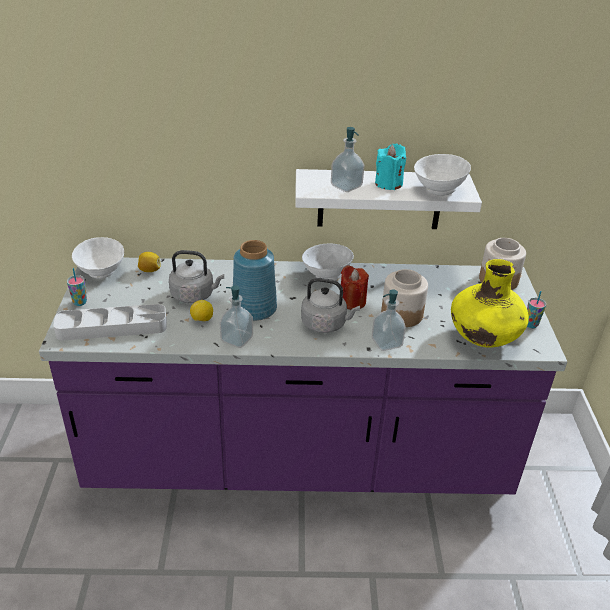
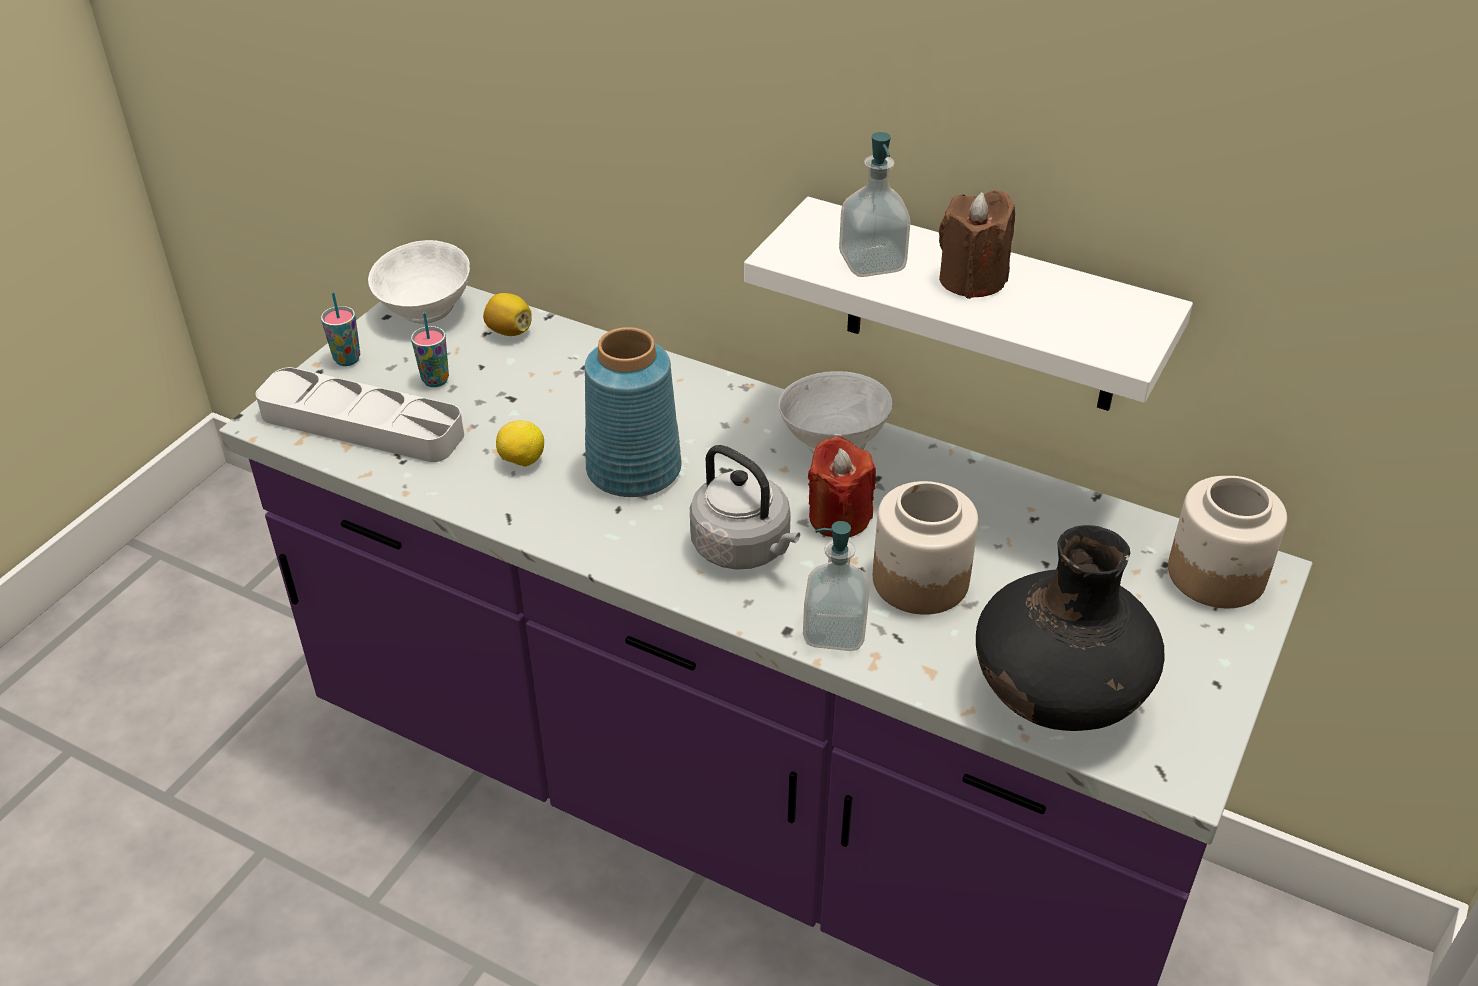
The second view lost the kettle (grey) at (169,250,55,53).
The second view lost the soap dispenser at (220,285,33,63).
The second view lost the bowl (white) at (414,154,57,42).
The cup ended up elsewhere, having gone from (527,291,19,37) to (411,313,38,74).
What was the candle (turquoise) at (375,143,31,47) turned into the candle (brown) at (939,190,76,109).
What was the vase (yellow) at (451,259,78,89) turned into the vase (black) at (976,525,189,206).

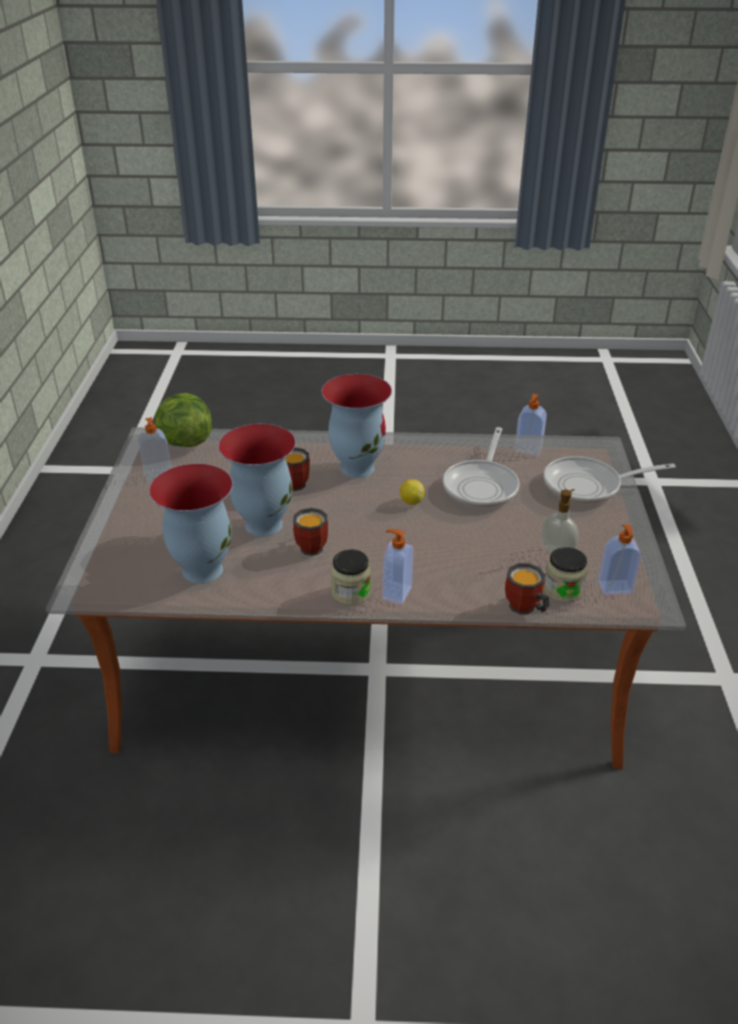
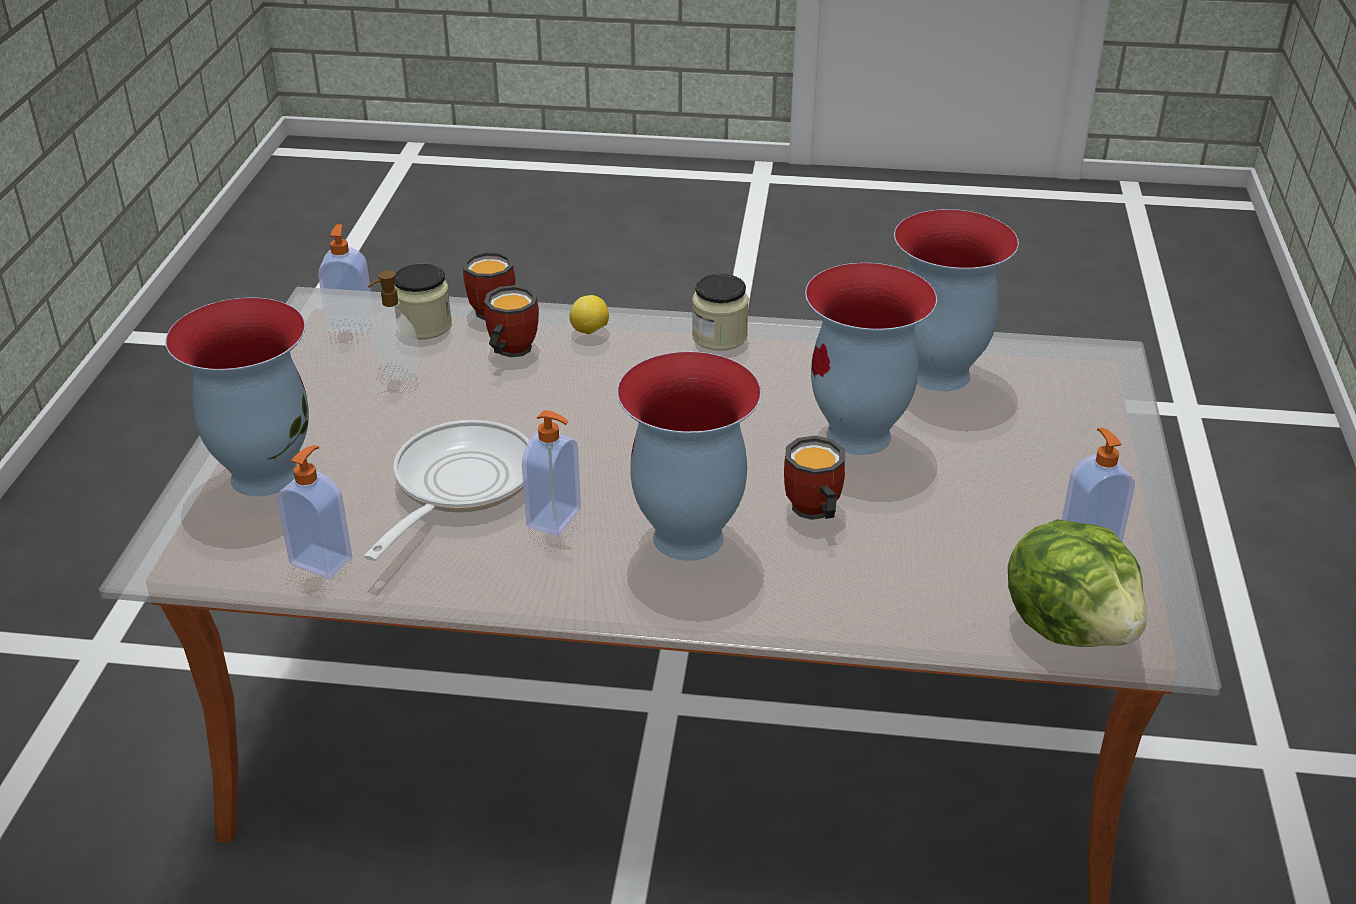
The mug ended up elsewhere, having gone from (293,508,35,48) to (484,285,55,73).
The soap dispenser ended up elsewhere, having gone from (383,529,30,75) to (522,410,59,126).
The lemon ended up elsewhere, having gone from (400,479,25,26) to (569,295,40,39).
Where the frying pan stood at (544,456,132,48), the vase came to stand at (165,297,144,199).

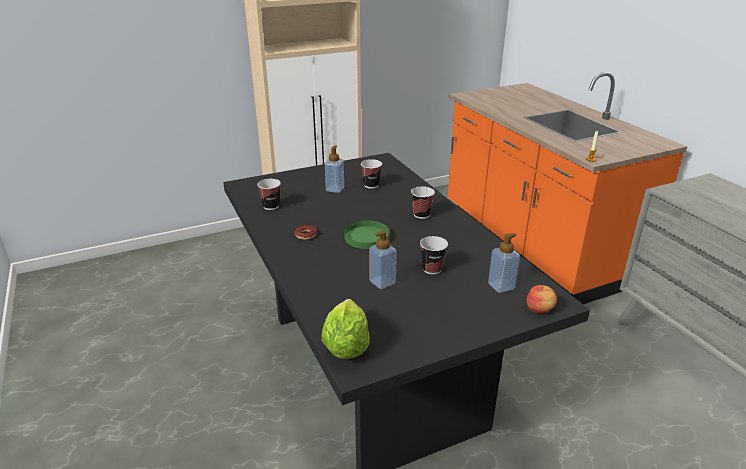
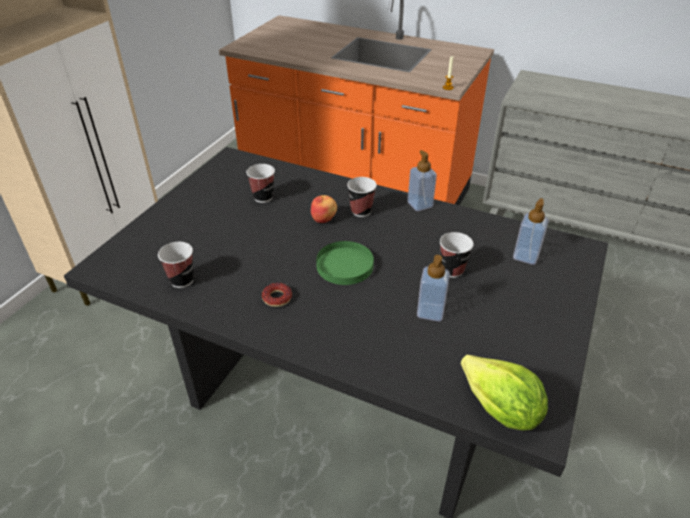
The soap dispenser ended up elsewhere, having gone from (325,146,19,47) to (408,150,29,61).
The apple ended up elsewhere, having gone from (527,285,30,29) to (311,195,26,28).

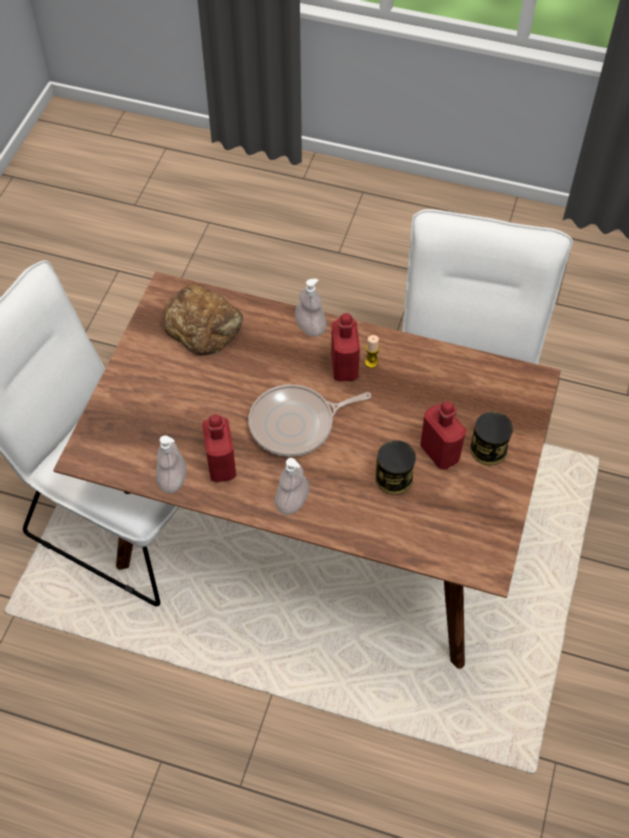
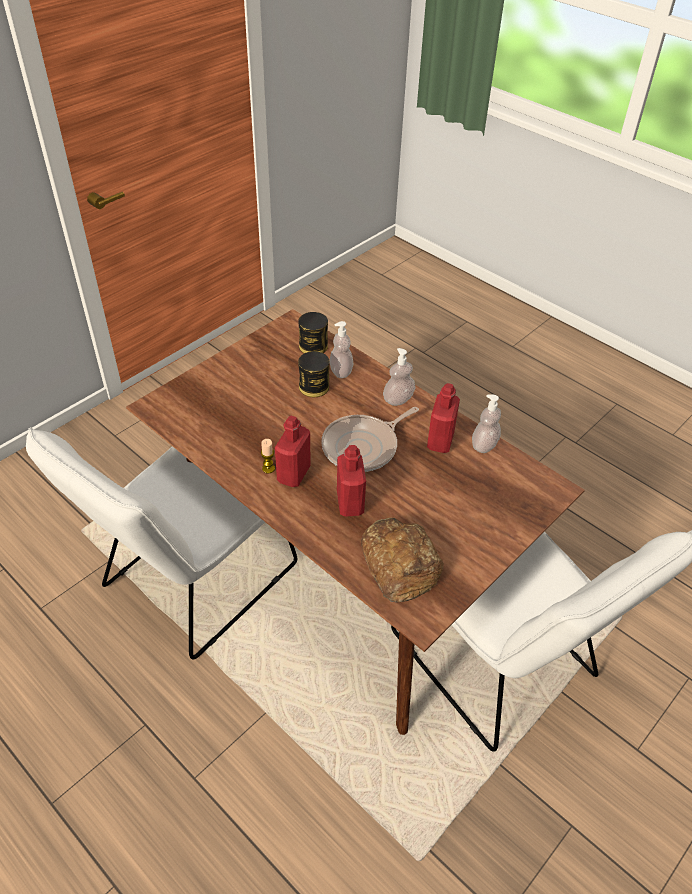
The soap dispenser ended up elsewhere, having gone from (295,279,32,58) to (329,321,24,57).
The bottle (red) ended up elsewhere, having gone from (420,401,46,68) to (337,445,29,72).
The can ended up elsewhere, having gone from (470,412,43,53) to (298,312,30,41).
The frying pan at (249,384,122,73) ended up facing another way, 135 degrees clockwise from before.

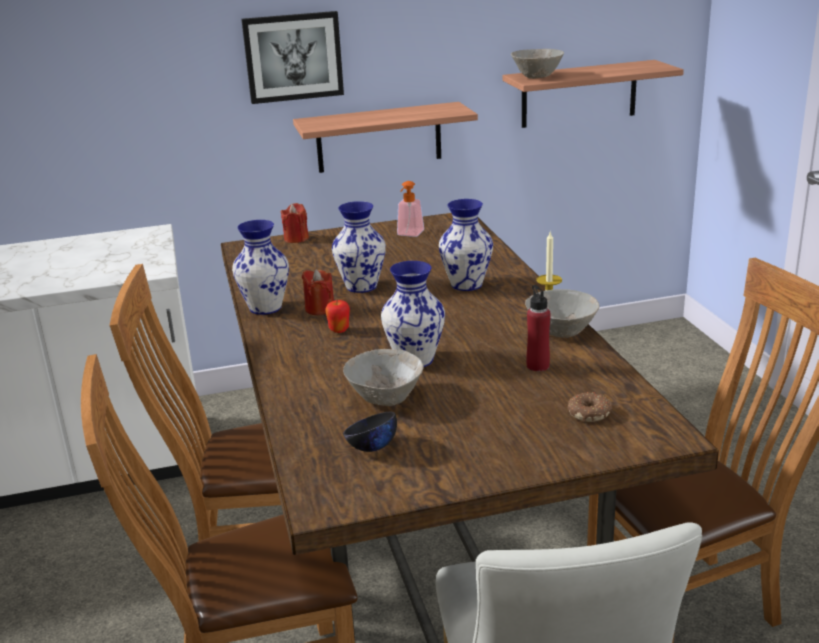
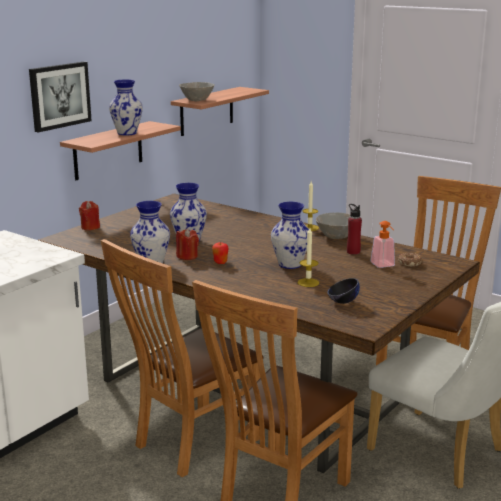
The soap dispenser ended up elsewhere, having gone from (397,181,27,56) to (370,221,25,47).
The vase ended up elsewhere, having gone from (439,199,54,92) to (109,79,34,56).
Where the bowl (grey) stood at (343,349,81,57), the candle came to stand at (298,228,21,59).

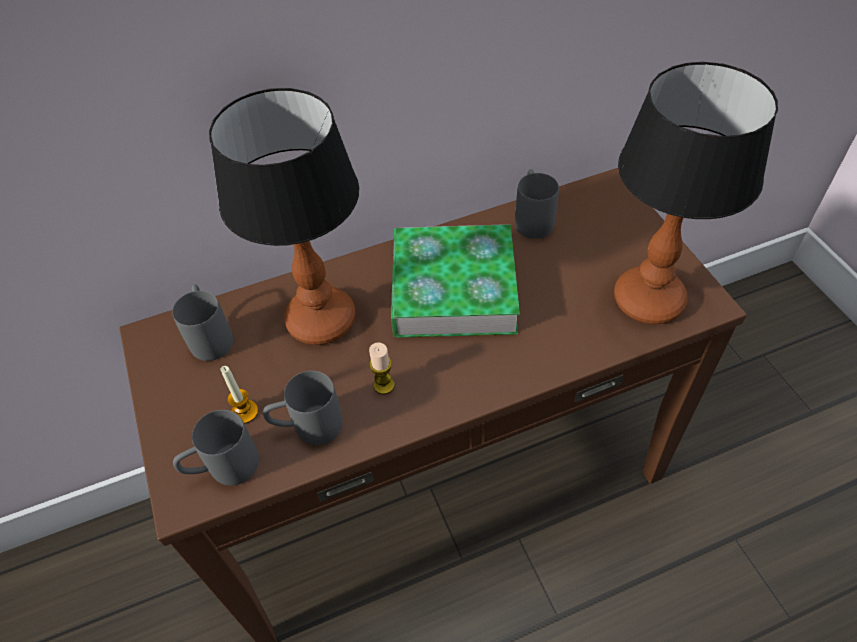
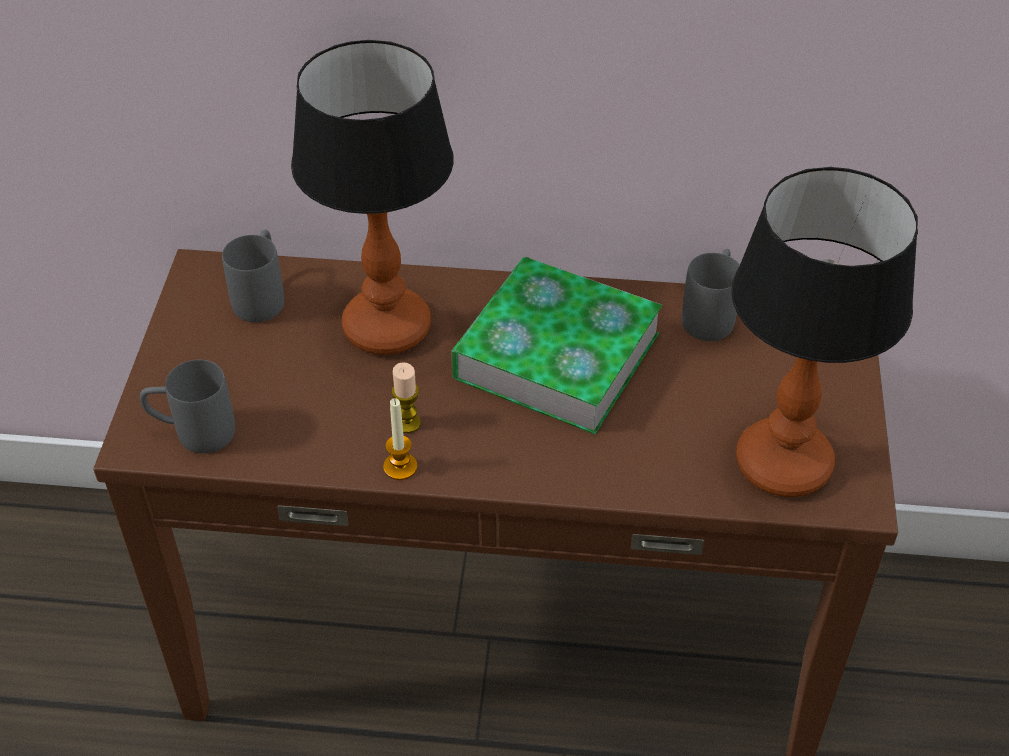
The second view lost the mug (grey) at (263,371,80,74).
The candle ended up elsewhere, having gone from (221,366,37,58) to (383,398,34,82).

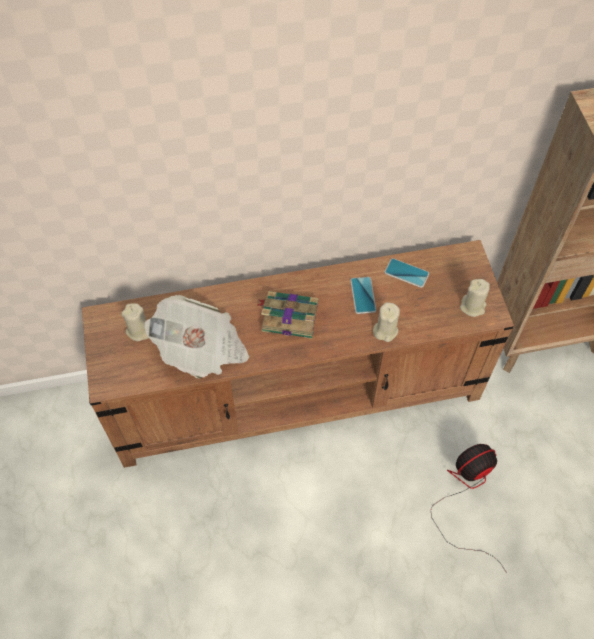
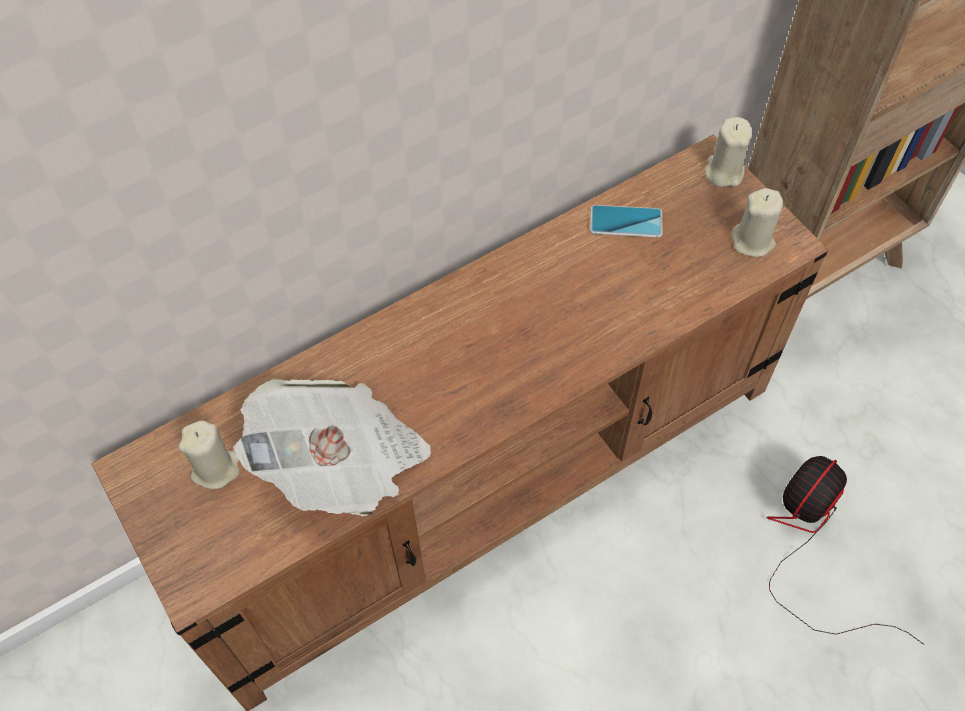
The second view lost the book at (257,291,62,48).
The second view lost the phone at (350,277,26,37).
The candle (beige) ended up elsewhere, having gone from (373,302,27,40) to (705,117,47,70).

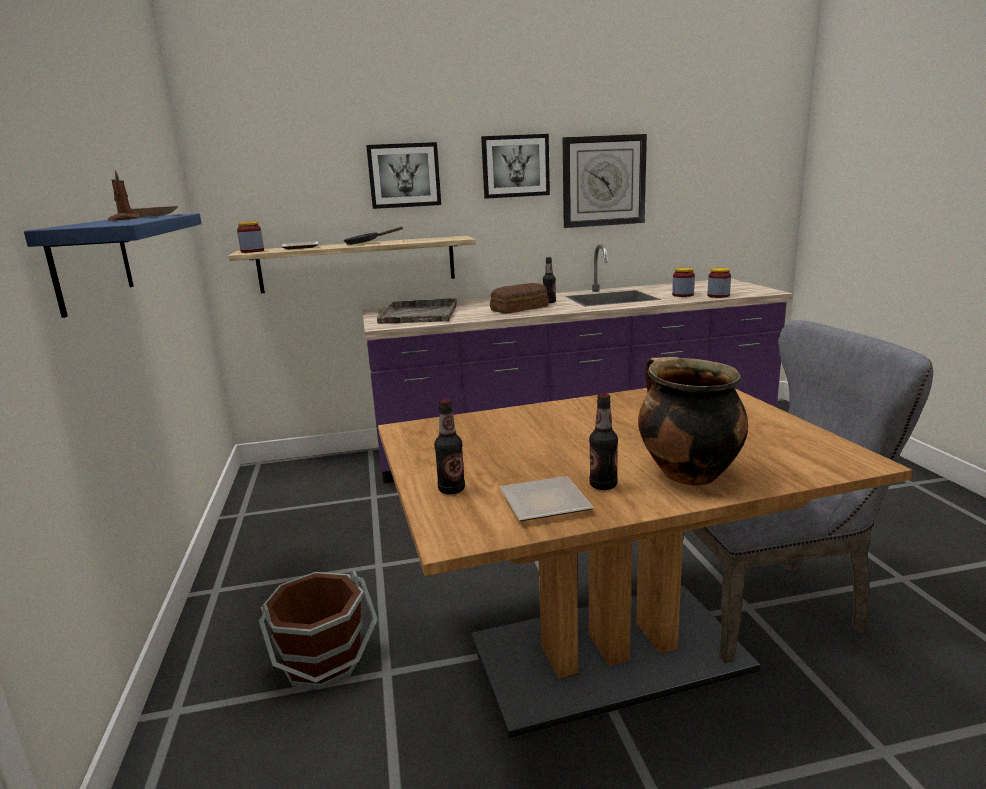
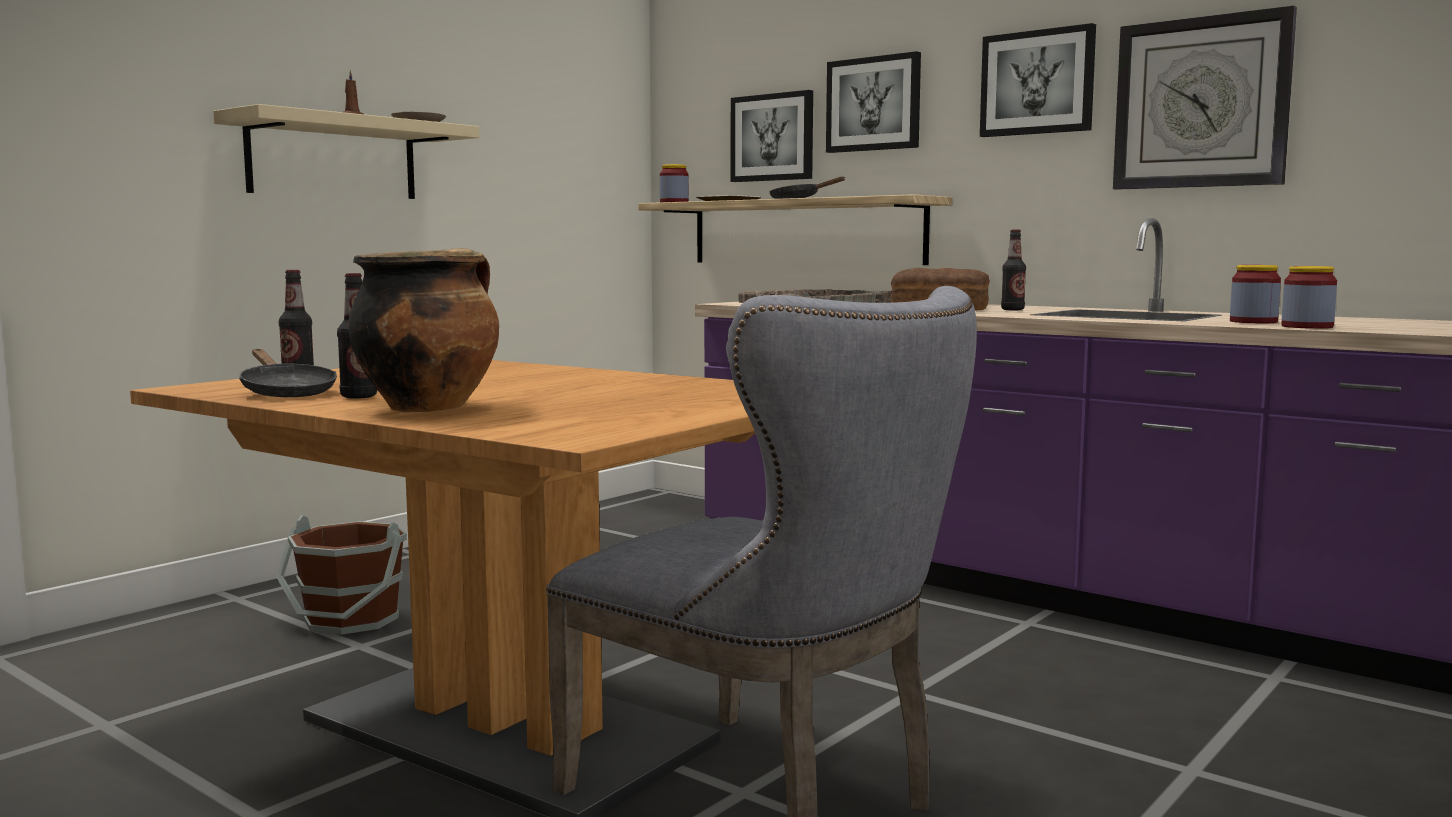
The second view gained the picture at (731,90,82,92).
Where the plate stood at (500,476,94,45), the frying pan (black) came to stand at (239,349,98,48).
What was the shelf (blue) at (24,213,178,105) turned into the shelf (beige) at (213,104,266,95).

